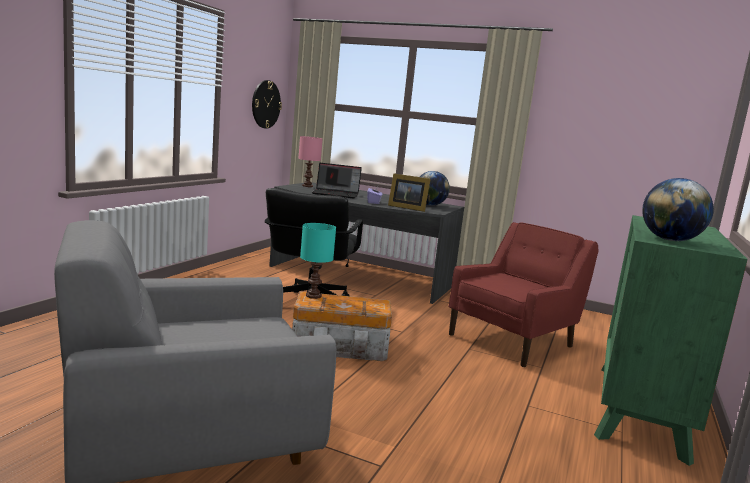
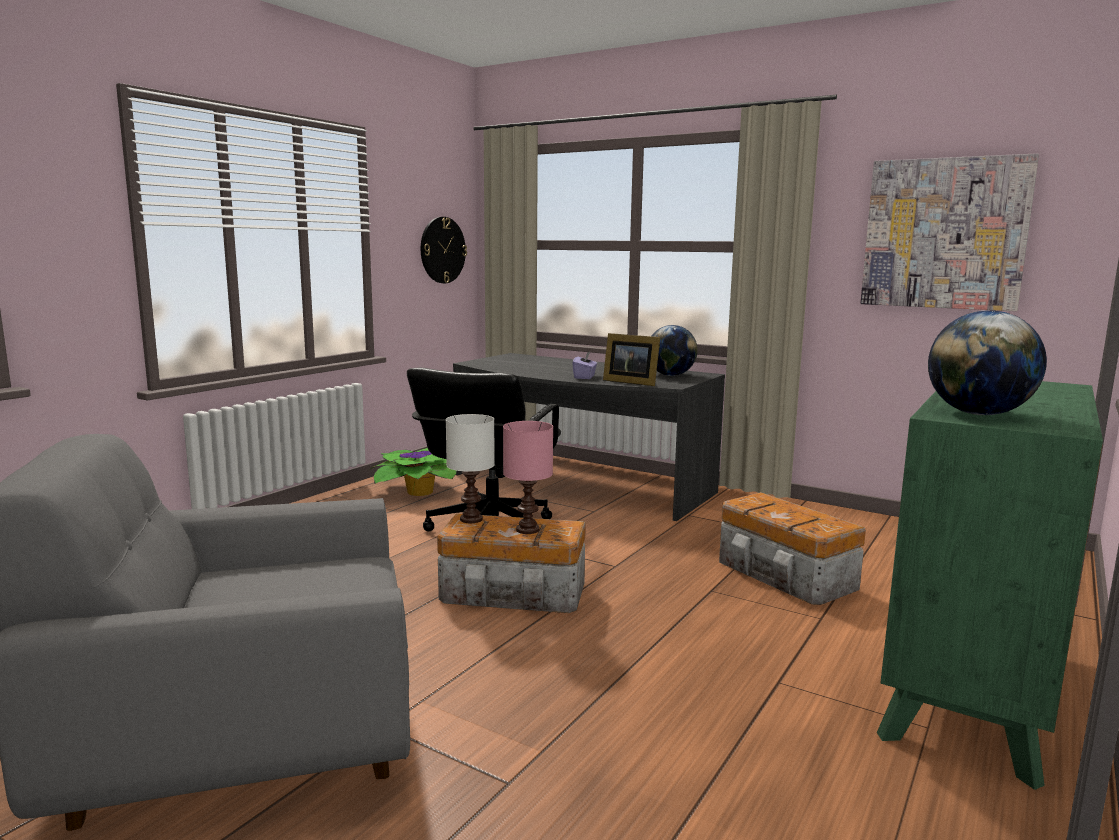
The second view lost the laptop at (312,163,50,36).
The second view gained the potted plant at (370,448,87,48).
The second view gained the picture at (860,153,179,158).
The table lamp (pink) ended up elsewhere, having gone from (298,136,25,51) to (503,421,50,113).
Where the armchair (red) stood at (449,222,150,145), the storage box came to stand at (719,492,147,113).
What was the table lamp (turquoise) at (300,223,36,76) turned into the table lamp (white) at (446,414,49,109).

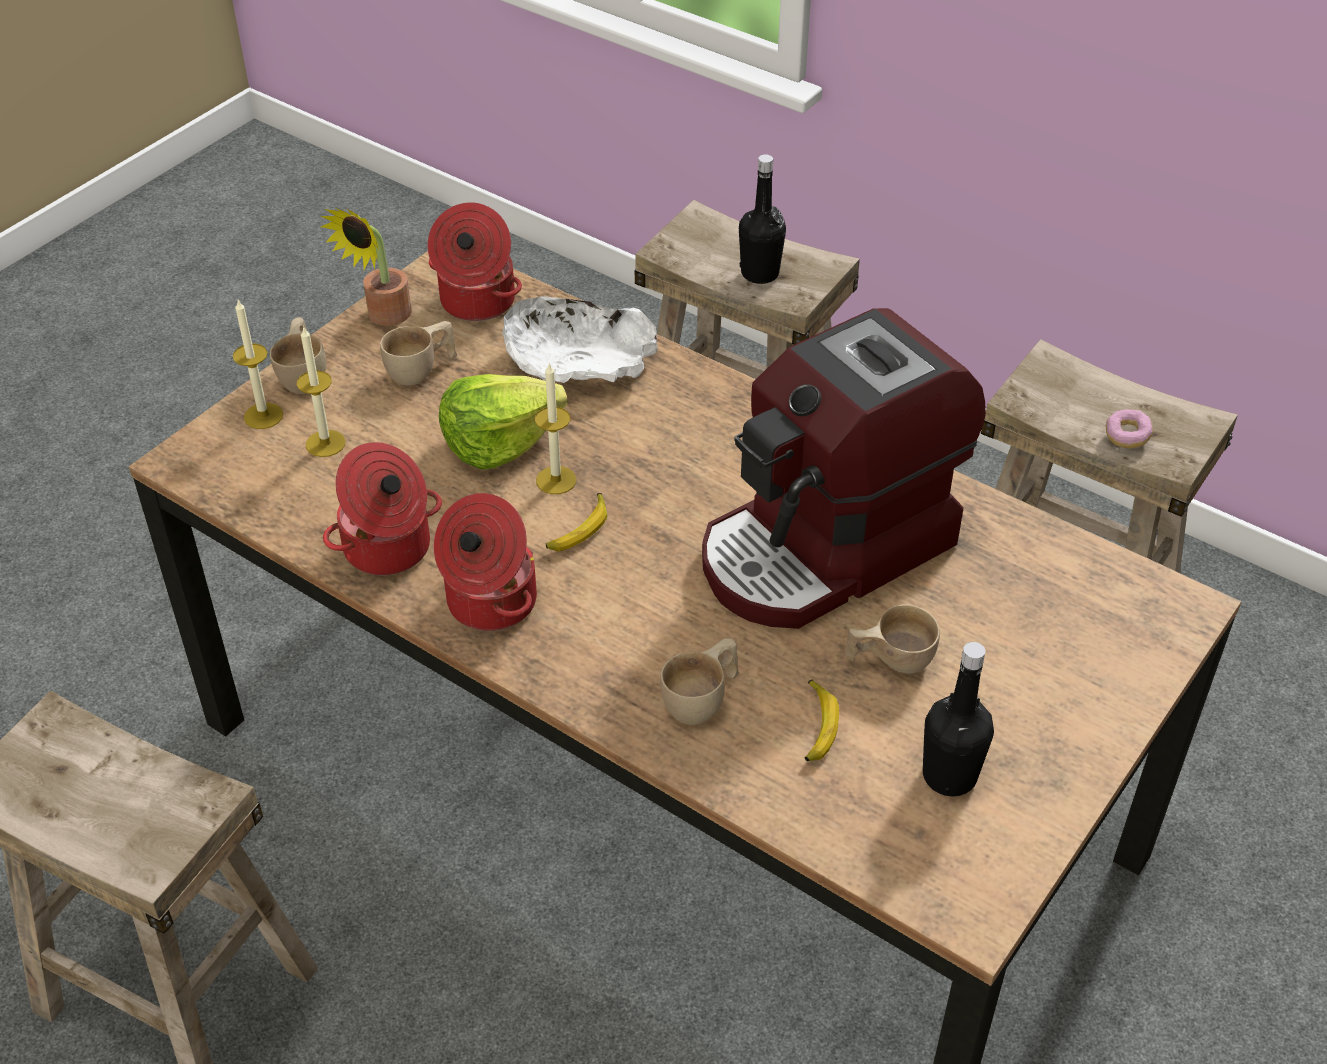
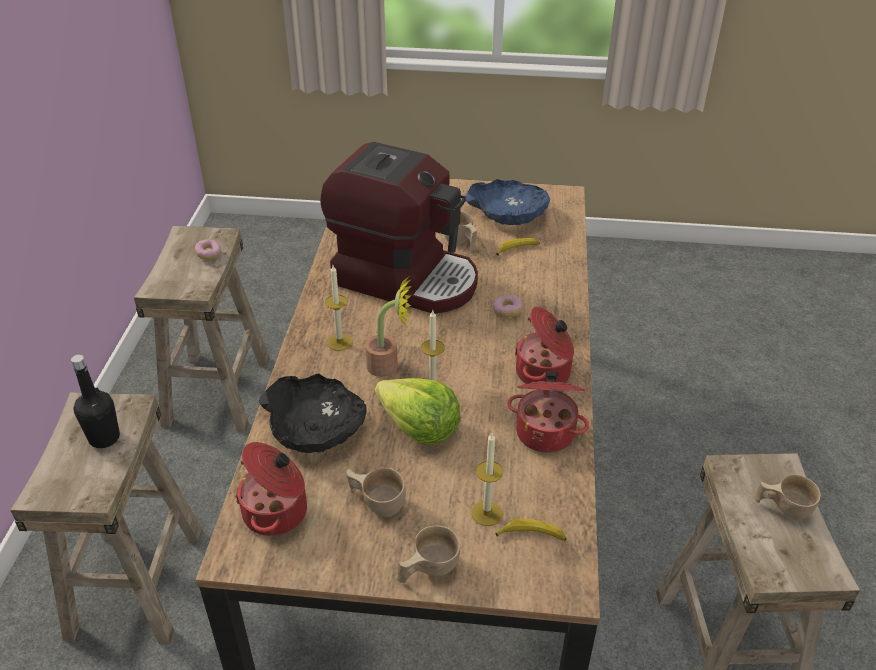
The second view gained the donut at (493,295,30,23).
The candle ended up elsewhere, having gone from (233,300,50,129) to (325,265,28,86).
The potted plant ended up elsewhere, having gone from (320,208,92,118) to (365,276,47,101).
The banana ended up elsewhere, having gone from (546,493,61,59) to (495,519,72,22).
The cup (beige) ended up elsewhere, having gone from (660,638,79,87) to (754,474,67,46).
Where the bottle (black) stood at (923,642,71,154), the bowl (blue) came to stand at (466,179,84,46).
What was the bowl (white) at (502,297,156,86) turned into the bowl (black) at (259,373,107,80).

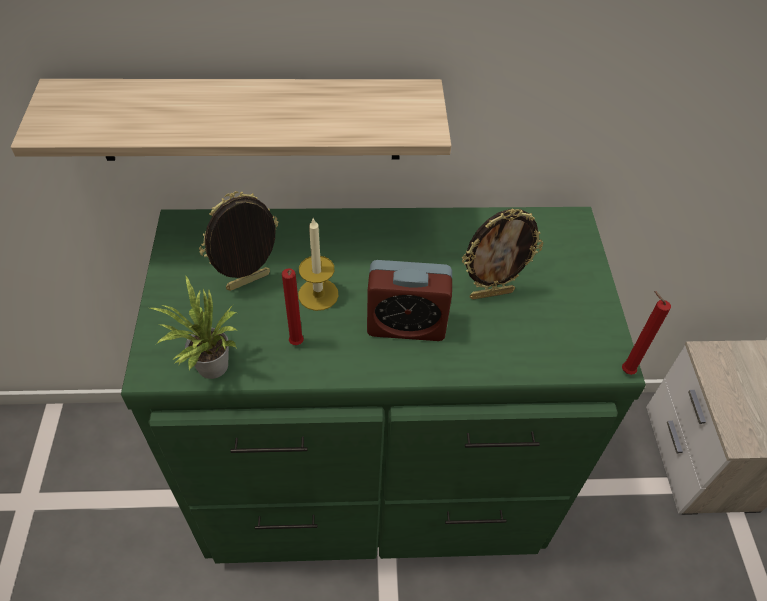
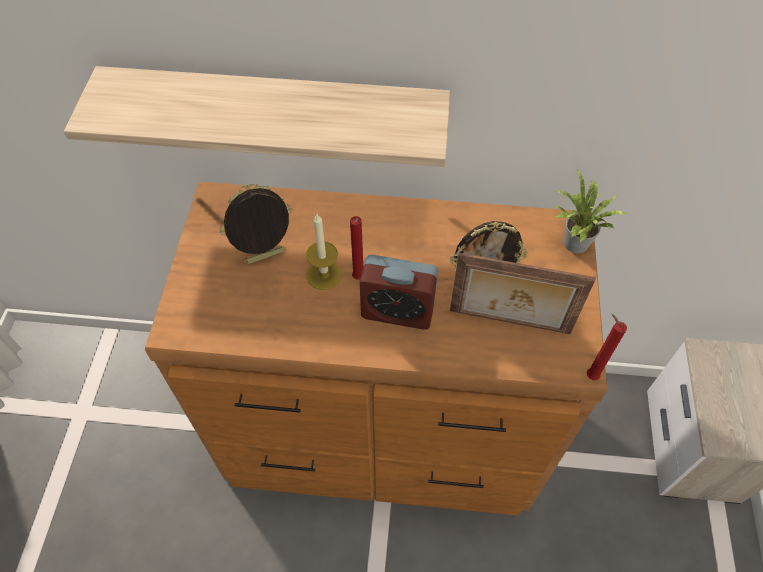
The second view gained the picture frame at (450,253,146,81).
The potted plant ended up elsewhere, having gone from (150,276,87,103) to (553,169,73,84).
The candle (red) ended up elsewhere, having gone from (282,268,22,77) to (350,216,13,64).
What was the dresser (green) at (121,207,525,357) turned into the dresser (brown) at (145,182,462,333).

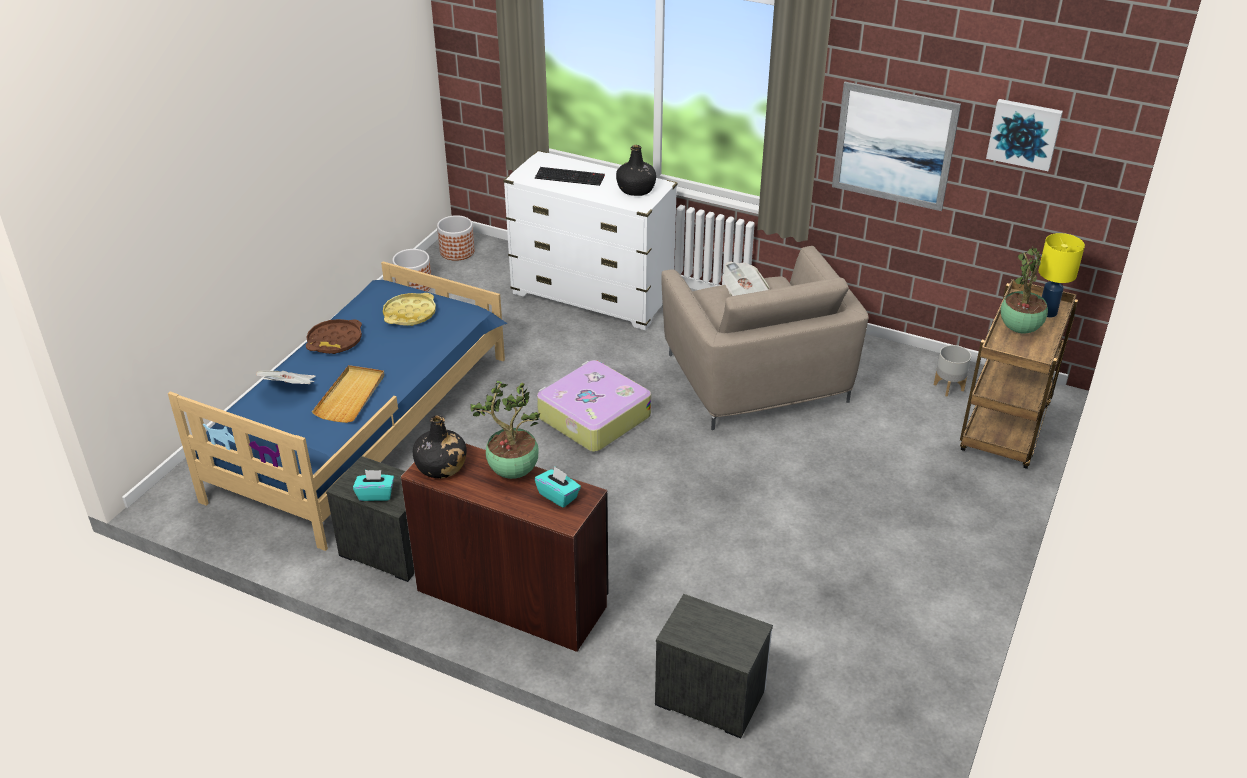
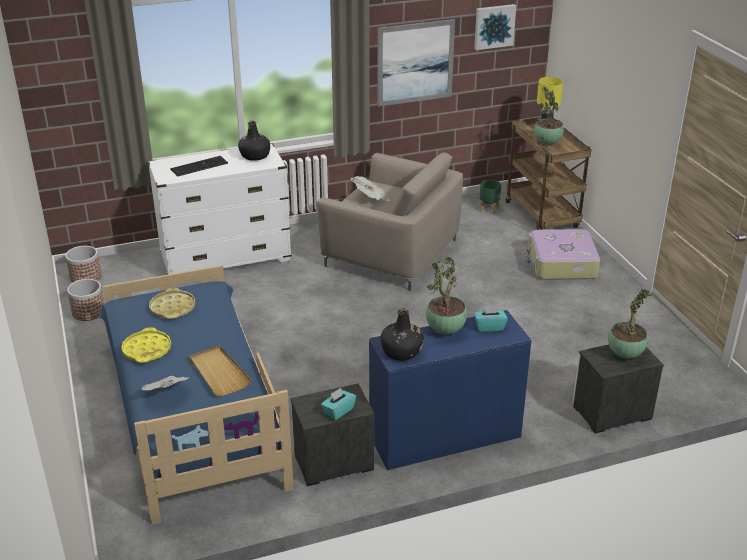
The second view gained the potted plant at (608,289,43,70).
The suitcase ended up elsewhere, having gone from (537,360,114,92) to (526,229,74,51).
What was the tray (brown) at (306,319,56,35) turned into the tray (yellow) at (121,327,50,36).
What was the desk (brown) at (401,443,208,209) turned into the desk (blue) at (369,310,162,160).
What was the planter (grey) at (934,345,37,52) turned into the planter (green) at (480,180,21,34).

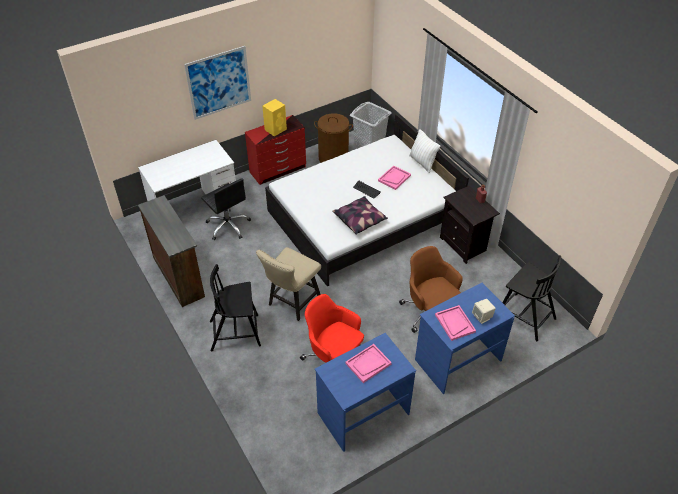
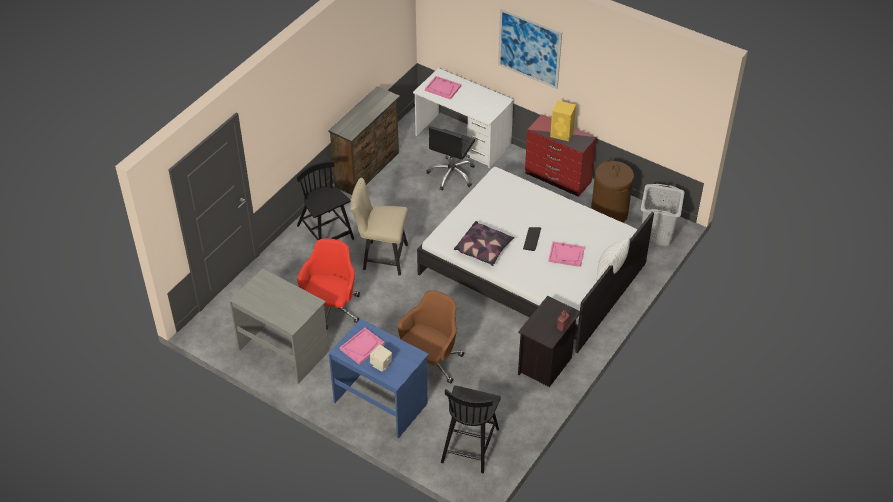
The tray (pink) ended up elsewhere, having gone from (345,344,47,39) to (425,76,36,24).
What was the desk (blue) at (315,333,101,119) turned into the desk (grey) at (229,268,100,116).

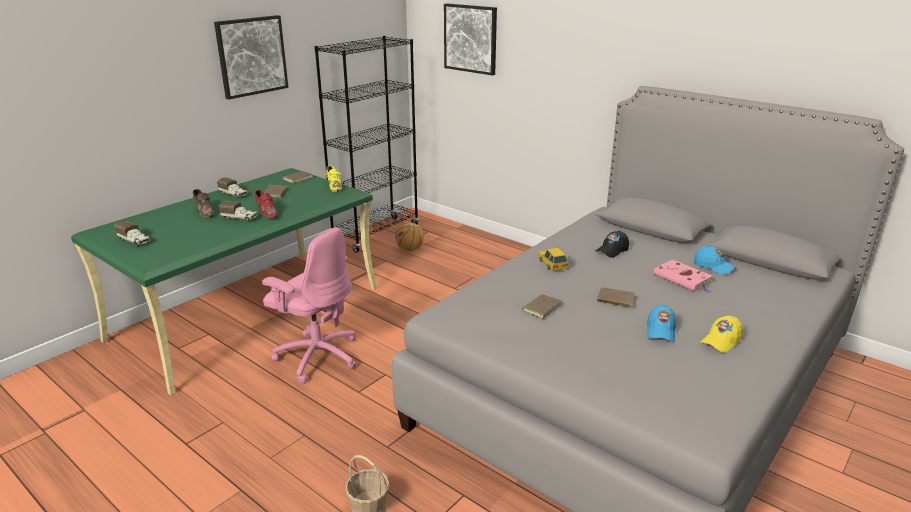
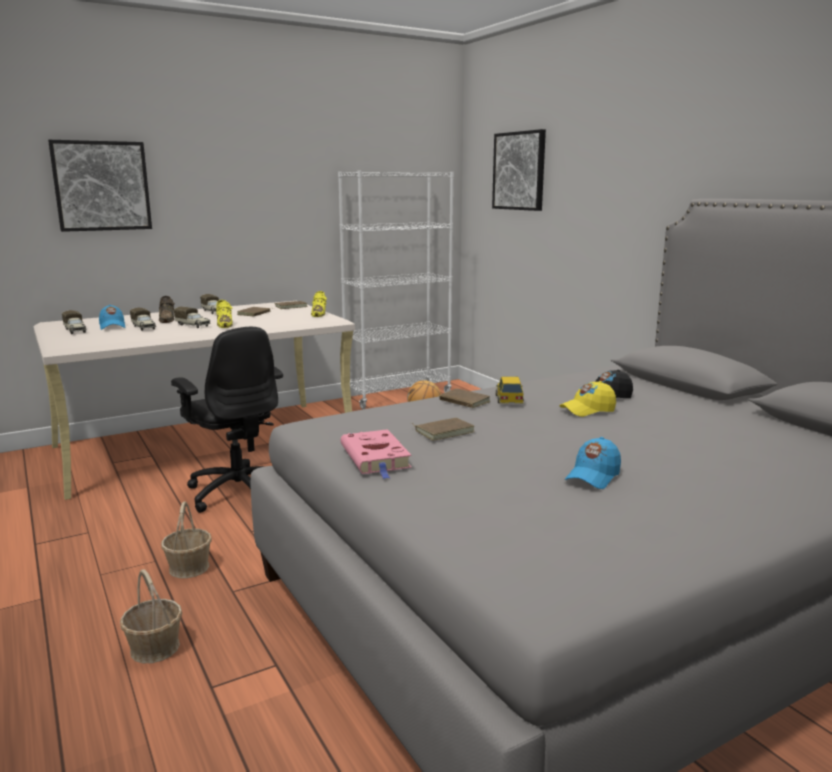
The second view gained the toy truck at (130,308,26,23).
The second view gained the basket at (161,501,51,77).
The picture ended up elsewhere, having gone from (214,15,74,85) to (48,140,104,92).
The book (brown) ended up elsewhere, having gone from (597,287,38,22) to (439,388,52,20).
The book (pink) ended up elsewhere, having gone from (654,260,59,33) to (341,429,70,50).
The cap (blue) ended up elsewhere, having gone from (694,246,42,28) to (99,305,27,25).
The cap (yellow) ended up elsewhere, having gone from (700,316,43,37) to (559,381,57,36).
What was the desk (green) at (71,168,306,227) turned into the desk (beige) at (33,301,322,199).
What was the shoe (red) at (255,190,23,29) turned into the shoe (yellow) at (216,300,17,28).
What was the office chair (pink) at (262,227,95,156) turned into the office chair (black) at (171,327,112,186).
What was the bookcase (black) at (314,36,105,217) turned into the bookcase (white) at (338,171,116,238).

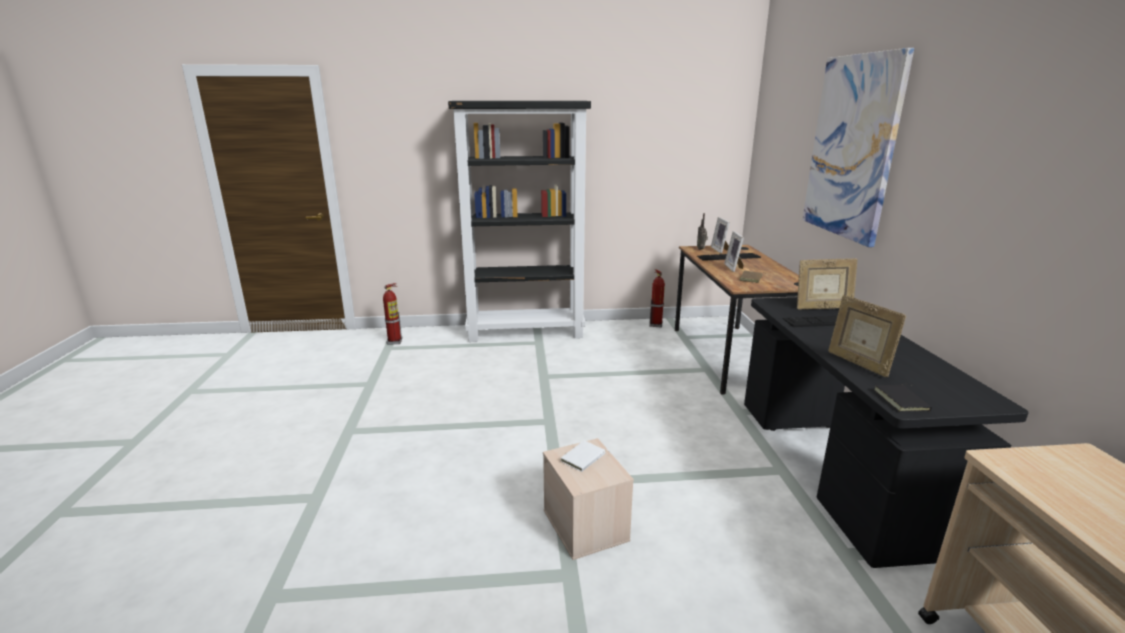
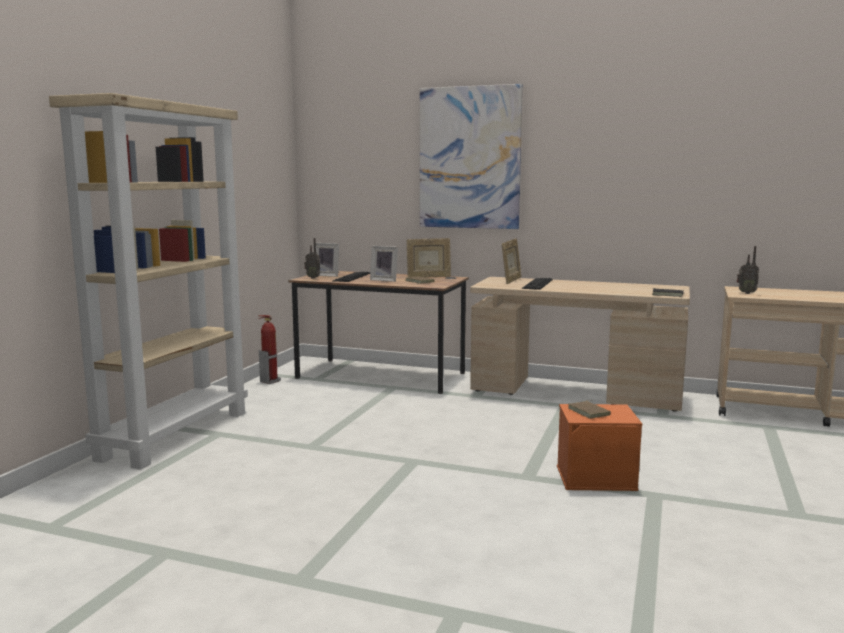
The second view lost the fire extinguisher at (383,283,19,62).
The second view gained the radio at (737,246,22,48).
The picture frame ended up elsewhere, having gone from (828,295,78,82) to (407,238,44,39).
What was the bookcase (black) at (448,101,143,241) turned into the bookcase (beige) at (49,93,199,376).
What was the storage box (beige) at (543,438,91,122) turned into the storage box (orange) at (557,404,85,87).
What was the book (white) at (561,440,51,32) turned into the book (brown) at (568,400,43,19).
What was the desk (black) at (744,297,285,271) turned into the desk (beige) at (470,277,220,135).

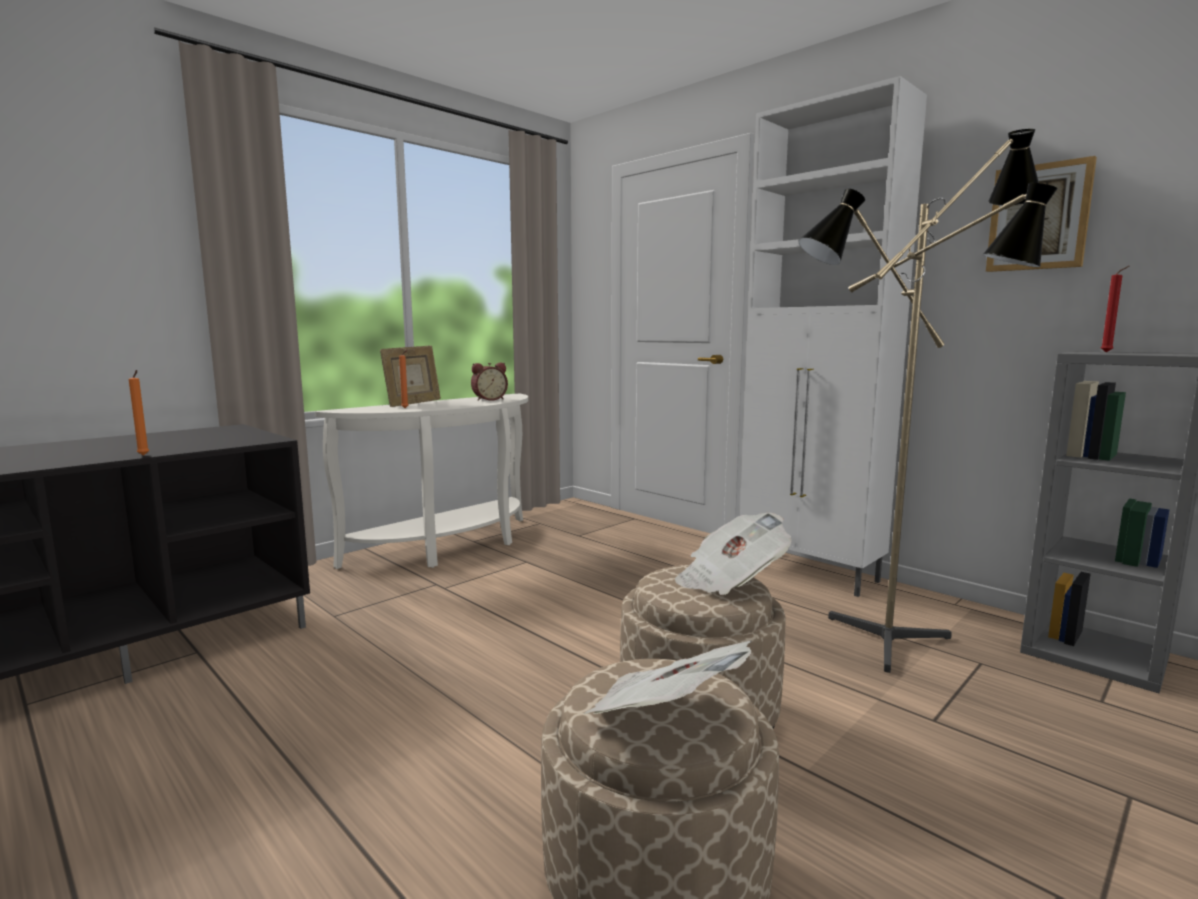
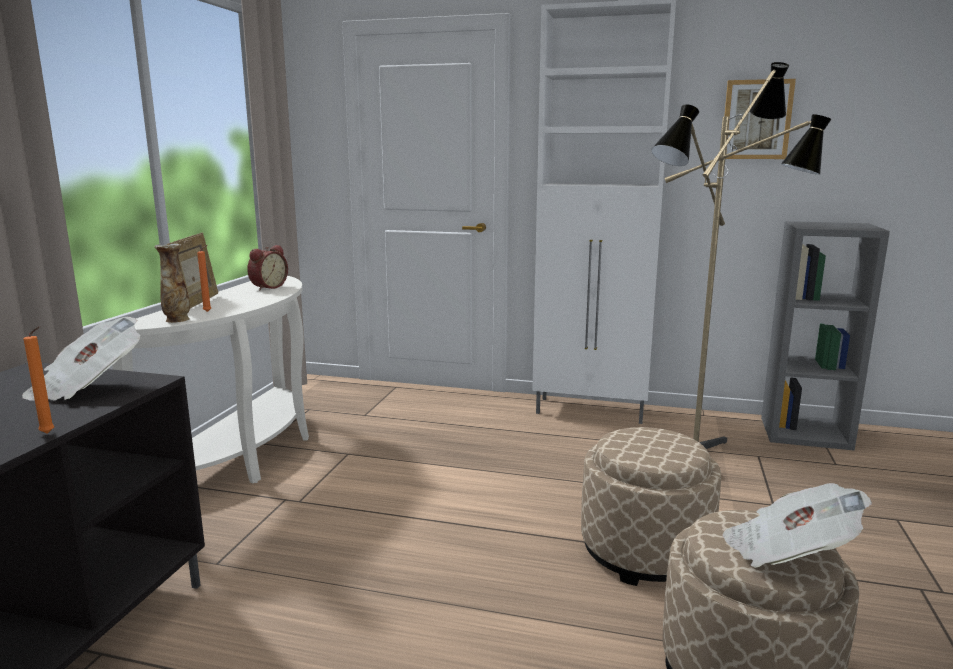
The second view lost the candle (red) at (1101,266,28,87).
The second view gained the vase at (154,244,36,79).
The newspaper ended up elsewhere, having gone from (675,513,117,82) to (22,317,118,84).

